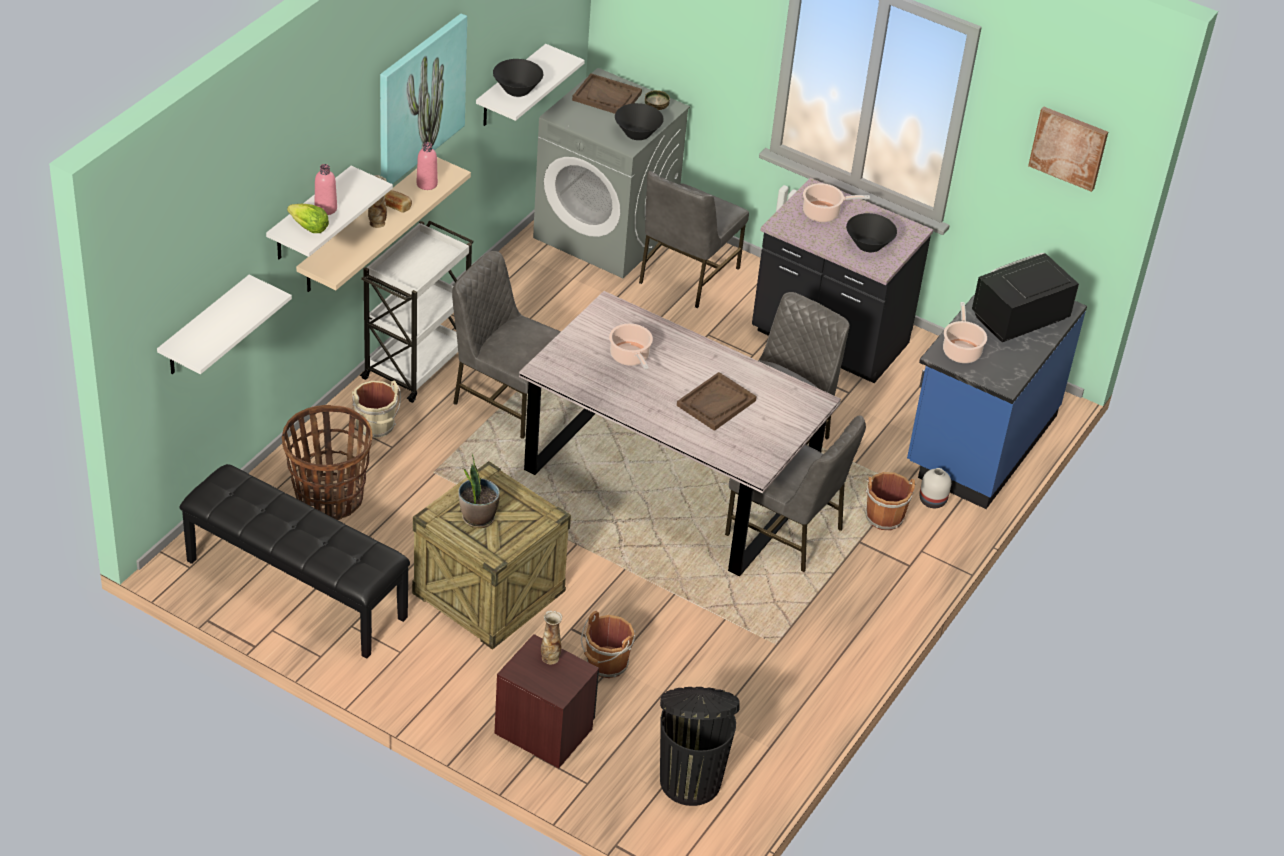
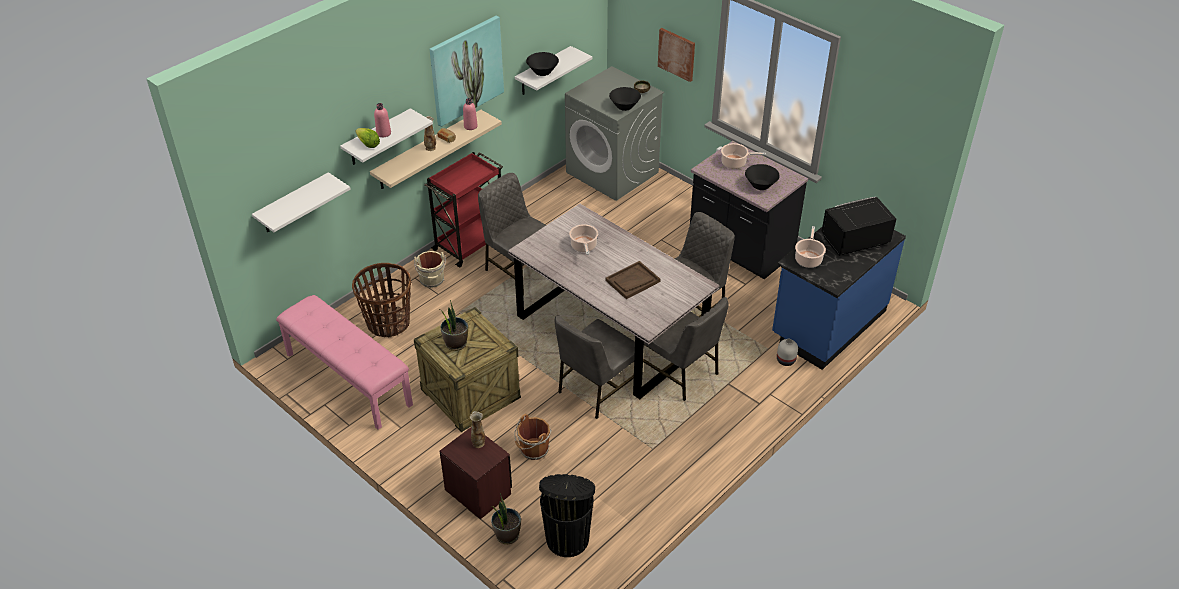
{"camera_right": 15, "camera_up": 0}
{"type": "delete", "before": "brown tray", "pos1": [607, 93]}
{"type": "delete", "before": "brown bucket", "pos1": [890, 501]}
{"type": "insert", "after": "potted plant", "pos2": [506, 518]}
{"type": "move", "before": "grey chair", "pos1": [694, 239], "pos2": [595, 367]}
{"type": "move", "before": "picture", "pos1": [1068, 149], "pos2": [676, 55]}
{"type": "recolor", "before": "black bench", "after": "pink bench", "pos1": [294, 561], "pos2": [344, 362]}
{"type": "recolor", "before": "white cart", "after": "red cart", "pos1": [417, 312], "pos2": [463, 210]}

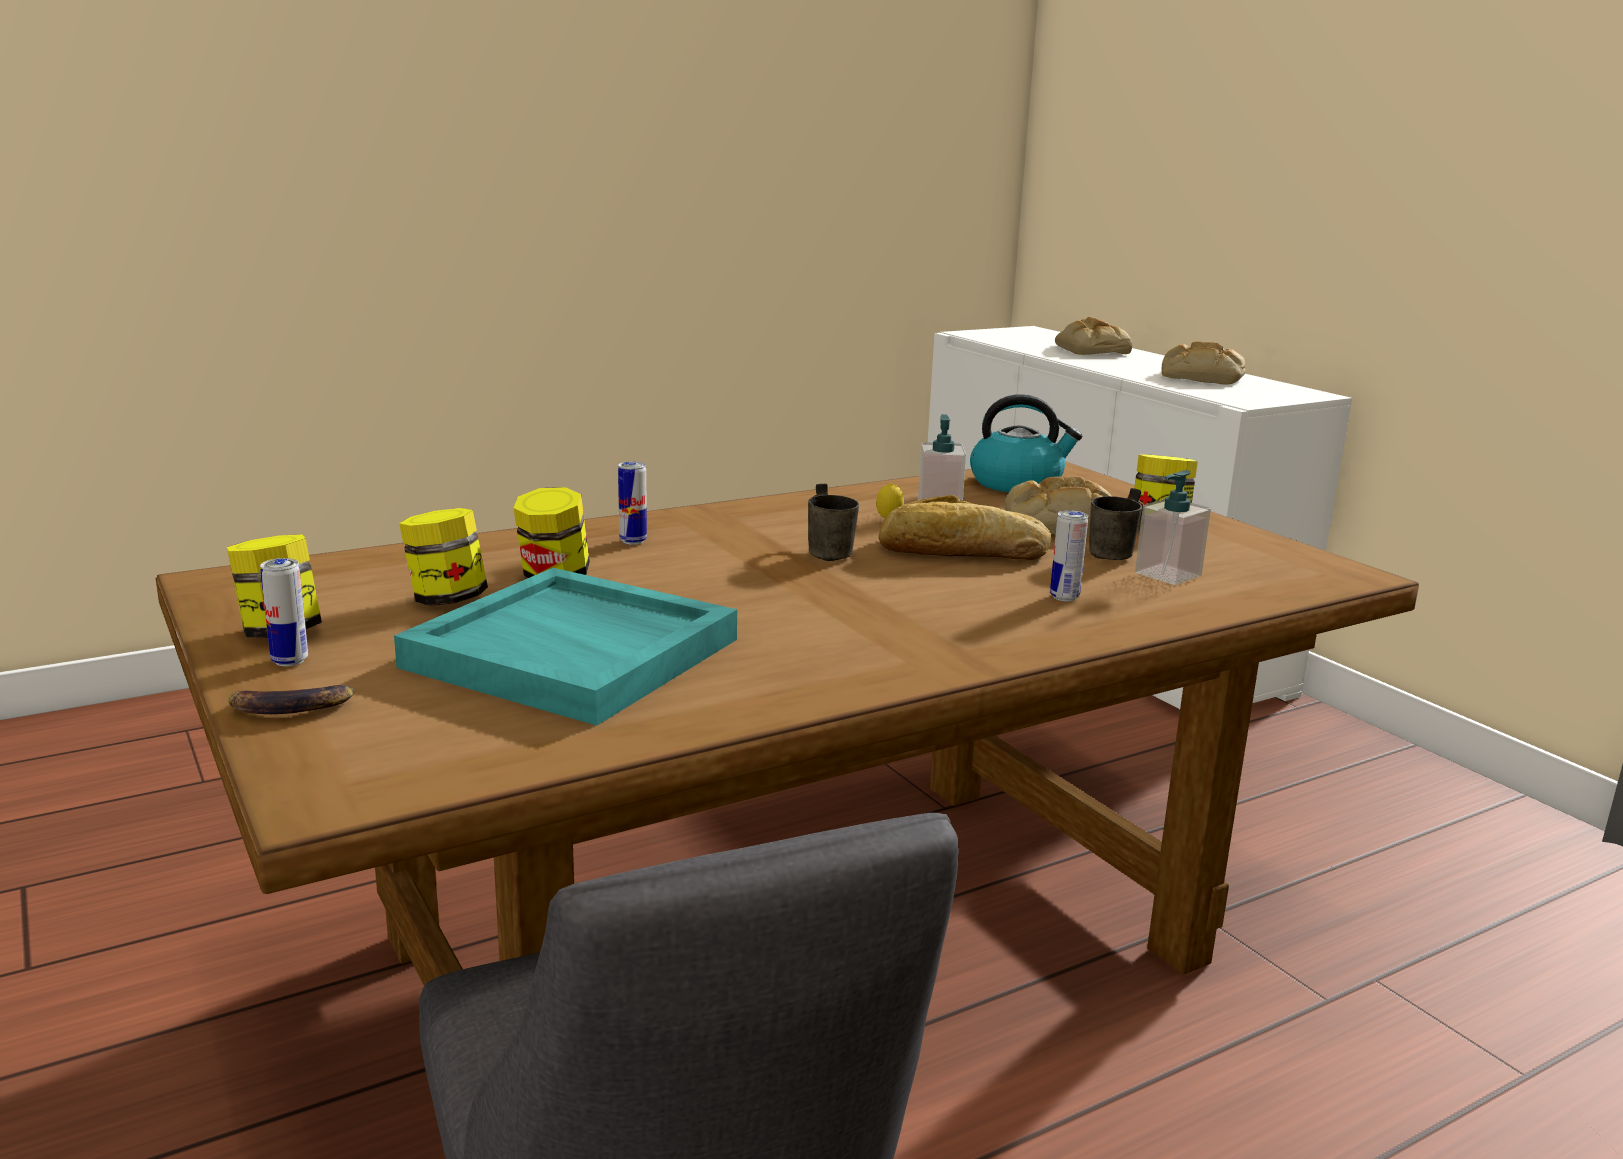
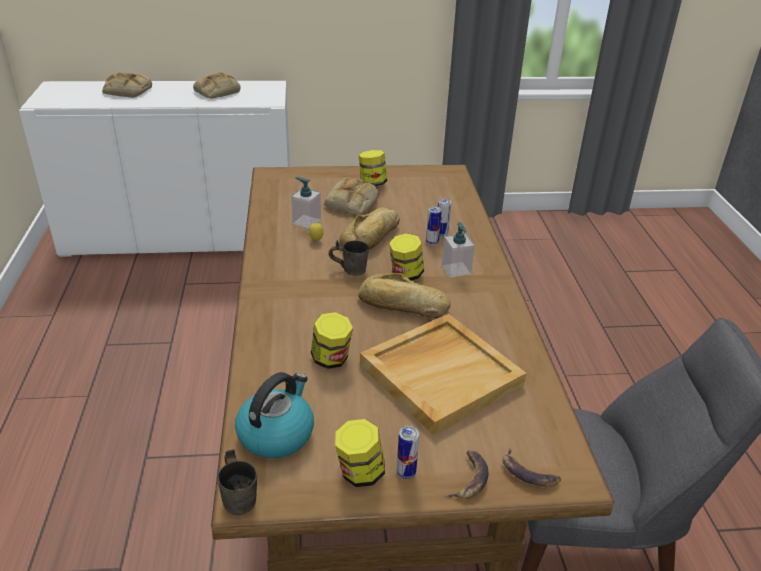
{"camera_right": -65, "camera_up": 15}
{"type": "insert", "after": "bread", "pos2": [404, 295]}
{"type": "insert", "after": "banana", "pos2": [531, 467]}
{"type": "move", "before": "jar", "pos1": [443, 556], "pos2": [406, 256]}
{"type": "move", "before": "can", "pos1": [632, 503], "pos2": [434, 225]}
{"type": "move", "before": "kettle", "pos1": [1026, 443], "pos2": [274, 415]}
{"type": "move", "before": "grey mug", "pos1": [1116, 524], "pos2": [237, 482]}
{"type": "move", "before": "soap dispenser", "pos1": [1173, 527], "pos2": [458, 249]}
{"type": "recolor", "before": "turquoise tray", "after": "beige tray", "pos1": [565, 647], "pos2": [443, 374]}

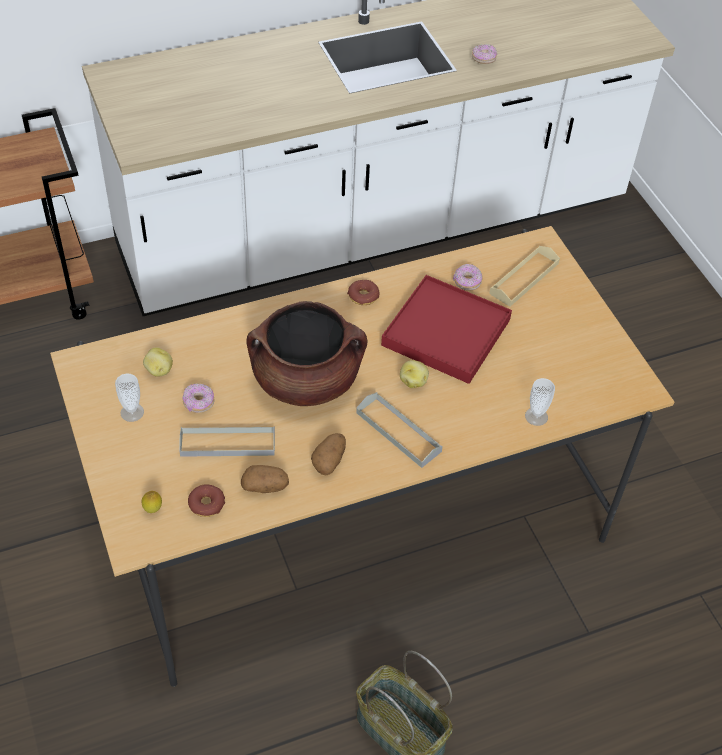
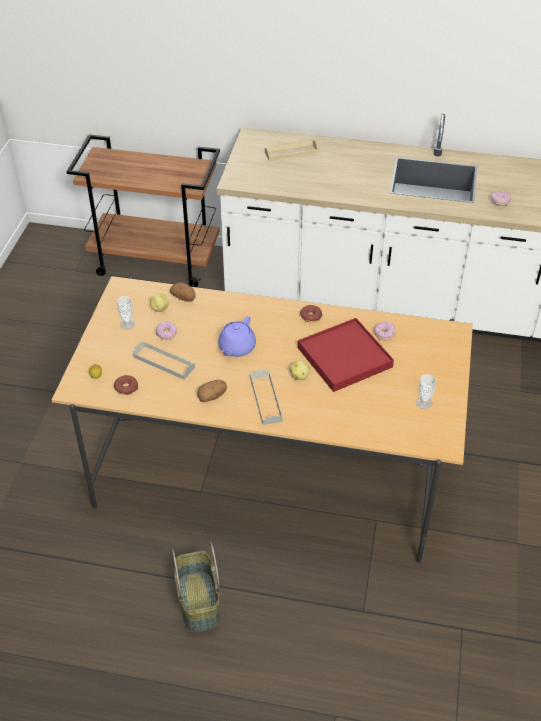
{"camera_right": 35, "camera_up": -5}
{"type": "move", "before": "potato", "pos1": [265, 479], "pos2": [183, 292]}
{"type": "move", "before": "beige tray", "pos1": [524, 276], "pos2": [291, 150]}
{"type": "move", "before": "cup", "pos1": [540, 402], "pos2": [426, 391]}
{"type": "replace", "before": "brown cooking pot", "after": "purple teapot", "pos1": [306, 353], "pos2": [237, 336]}

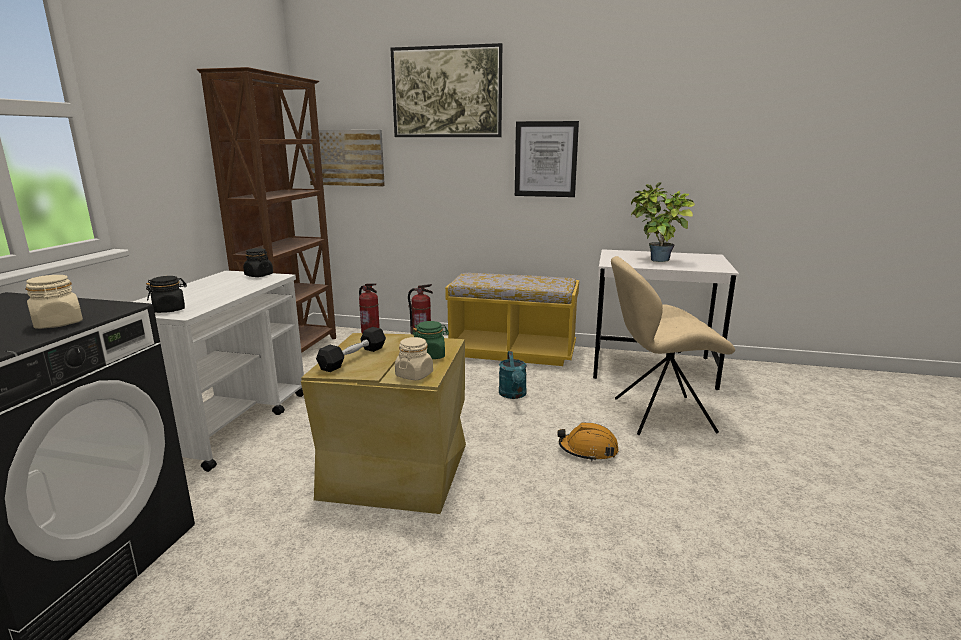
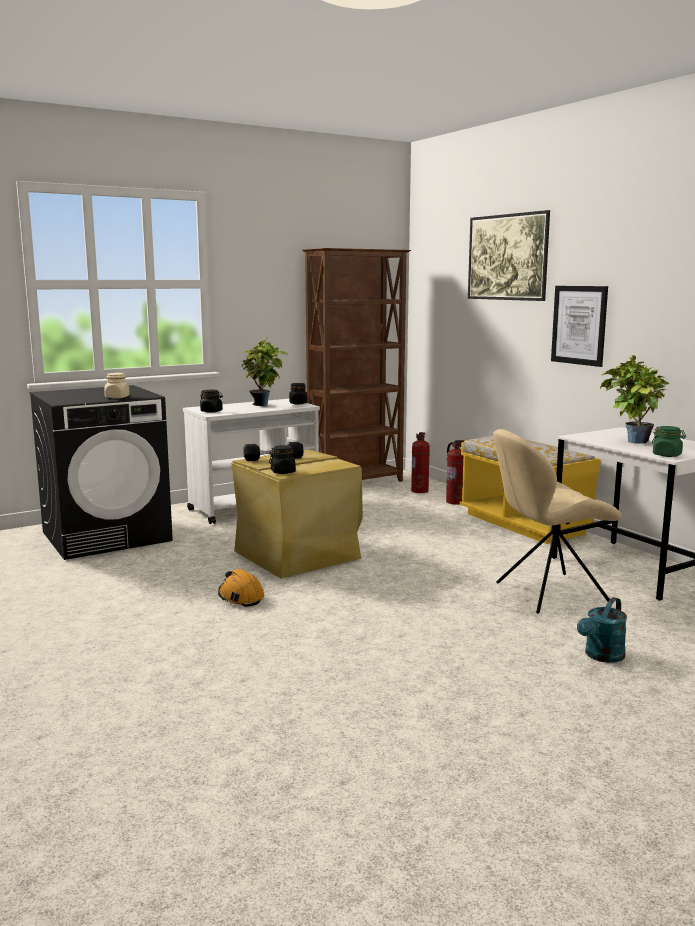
{"camera_right": 45, "camera_up": -5}
{"type": "delete", "before": "picture", "pos1": [345, 158]}
{"type": "insert", "after": "potted plant", "pos2": [264, 372]}
{"type": "move", "before": "green jar", "pos1": [430, 340], "pos2": [669, 441]}
{"type": "move", "before": "turquoise watering can", "pos1": [513, 375], "pos2": [602, 630]}
{"type": "move", "before": "orange hard hat", "pos1": [587, 441], "pos2": [241, 588]}
{"type": "recolor", "before": "beige jar", "after": "black jar", "pos1": [414, 358], "pos2": [283, 459]}
{"type": "rotate", "before": "beige chair", "pos1": [673, 345], "pos2": [557, 521], "turn": -60}

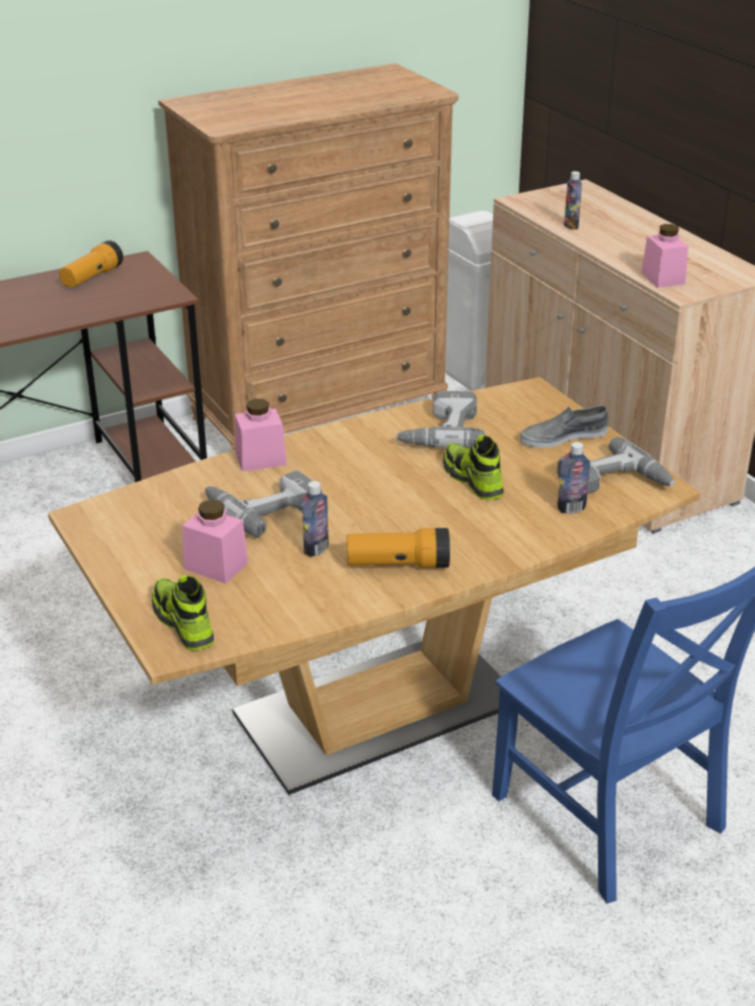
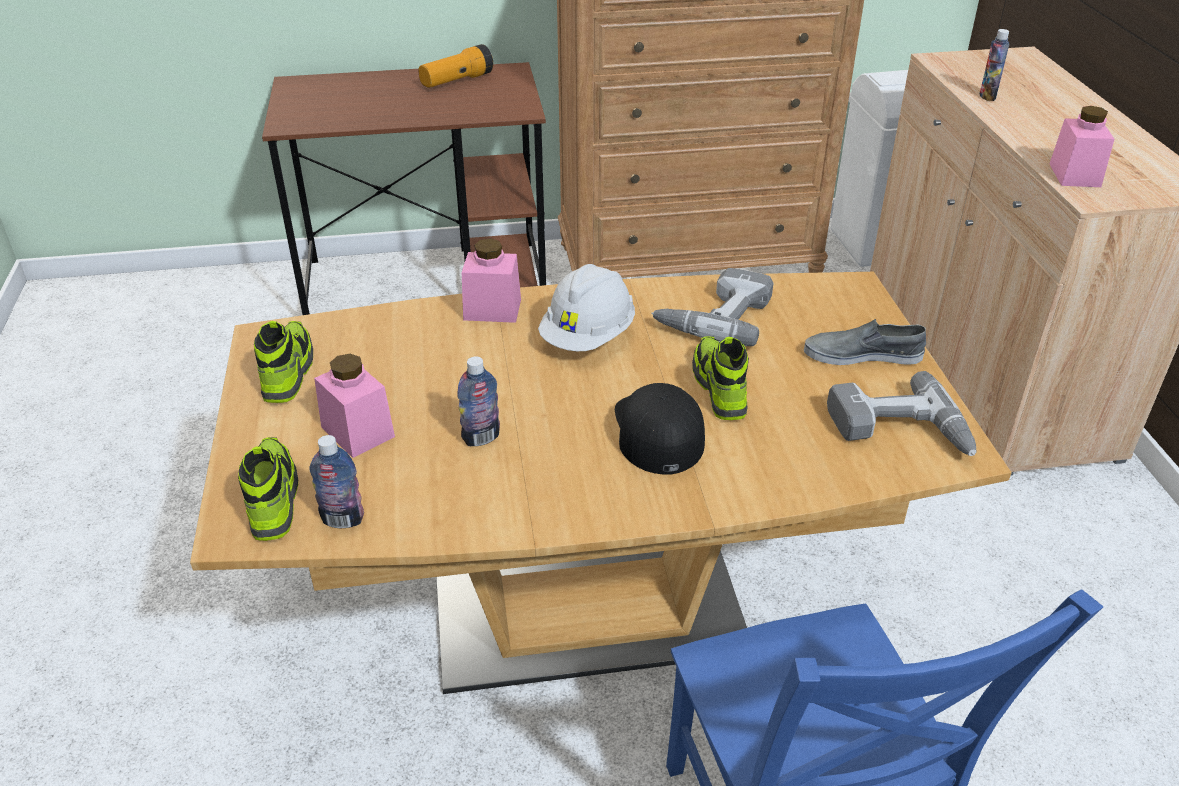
{"camera_right": 20, "camera_up": 5}
{"type": "delete", "before": "power drill", "pos1": [259, 504]}
{"type": "delete", "before": "flashlight", "pos1": [398, 548]}
{"type": "insert", "after": "shoe", "pos2": [283, 362]}
{"type": "insert", "after": "white hard hat", "pos2": [586, 307]}
{"type": "insert", "after": "black cap", "pos2": [660, 429]}
{"type": "move", "before": "bottle", "pos1": [573, 478], "pos2": [336, 481]}

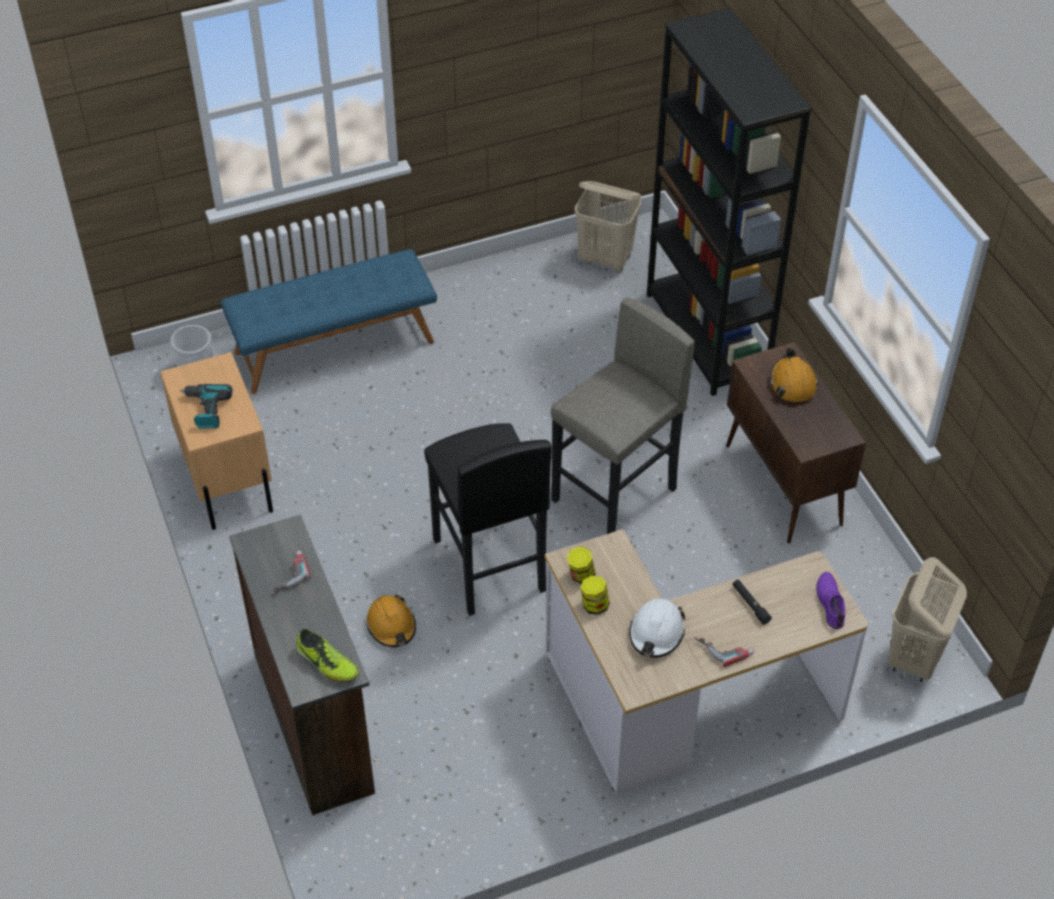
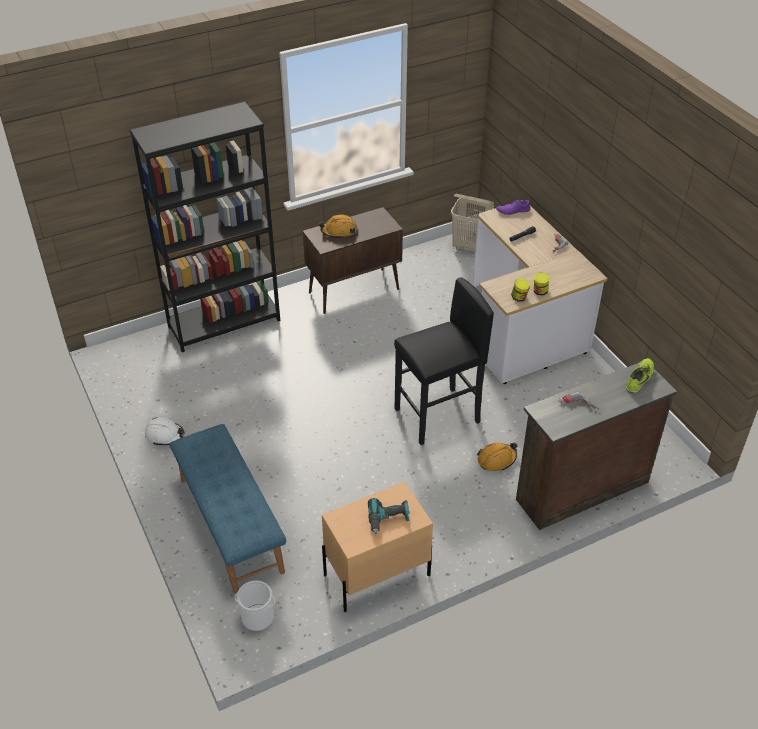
{"camera_right": -95, "camera_up": -5}
{"type": "delete", "before": "grey stool", "pos1": [623, 416]}
{"type": "delete", "before": "beige laundry basket", "pos1": [607, 226]}
{"type": "move", "before": "white hard hat", "pos1": [657, 628], "pos2": [164, 431]}

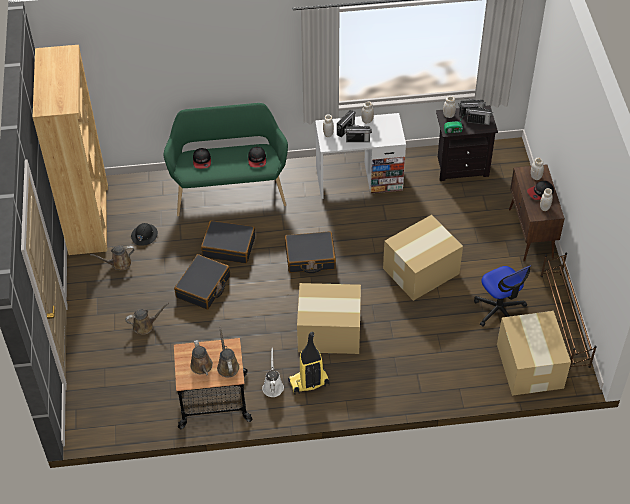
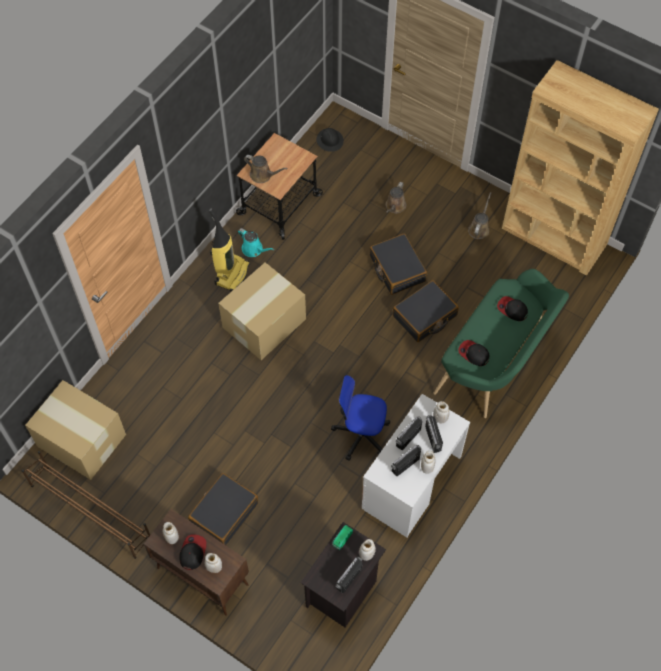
{"camera_right": 130, "camera_up": 10}
{"type": "delete", "before": "brown watering can", "pos1": [201, 357]}
{"type": "delete", "before": "cardboard box", "pos1": [423, 258]}
{"type": "move", "before": "black hard hat", "pos1": [144, 234], "pos2": [330, 140]}
{"type": "move", "before": "black suitcase", "pos1": [310, 252], "pos2": [223, 509]}
{"type": "move", "before": "radio", "pos1": [479, 114], "pos2": [406, 460]}
{"type": "move", "before": "office chair", "pos1": [502, 296], "pos2": [360, 418]}
{"type": "recolor", "before": "white watering can", "after": "turquoise watering can", "pos1": [273, 372], "pos2": [256, 242]}

